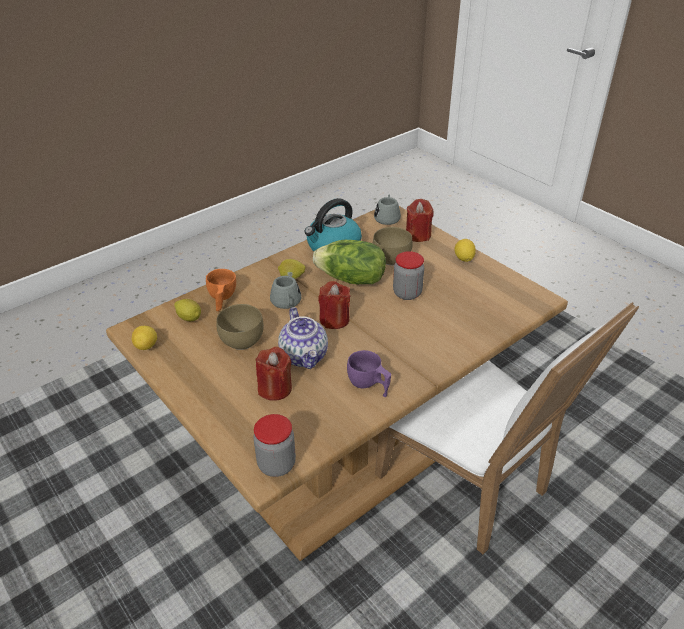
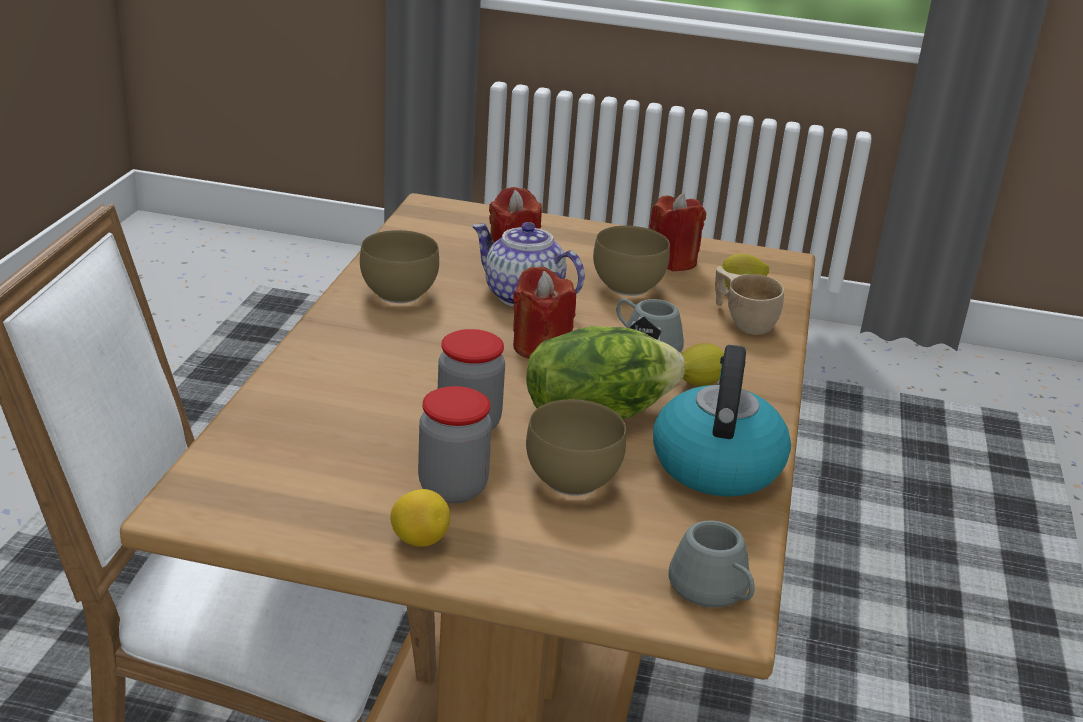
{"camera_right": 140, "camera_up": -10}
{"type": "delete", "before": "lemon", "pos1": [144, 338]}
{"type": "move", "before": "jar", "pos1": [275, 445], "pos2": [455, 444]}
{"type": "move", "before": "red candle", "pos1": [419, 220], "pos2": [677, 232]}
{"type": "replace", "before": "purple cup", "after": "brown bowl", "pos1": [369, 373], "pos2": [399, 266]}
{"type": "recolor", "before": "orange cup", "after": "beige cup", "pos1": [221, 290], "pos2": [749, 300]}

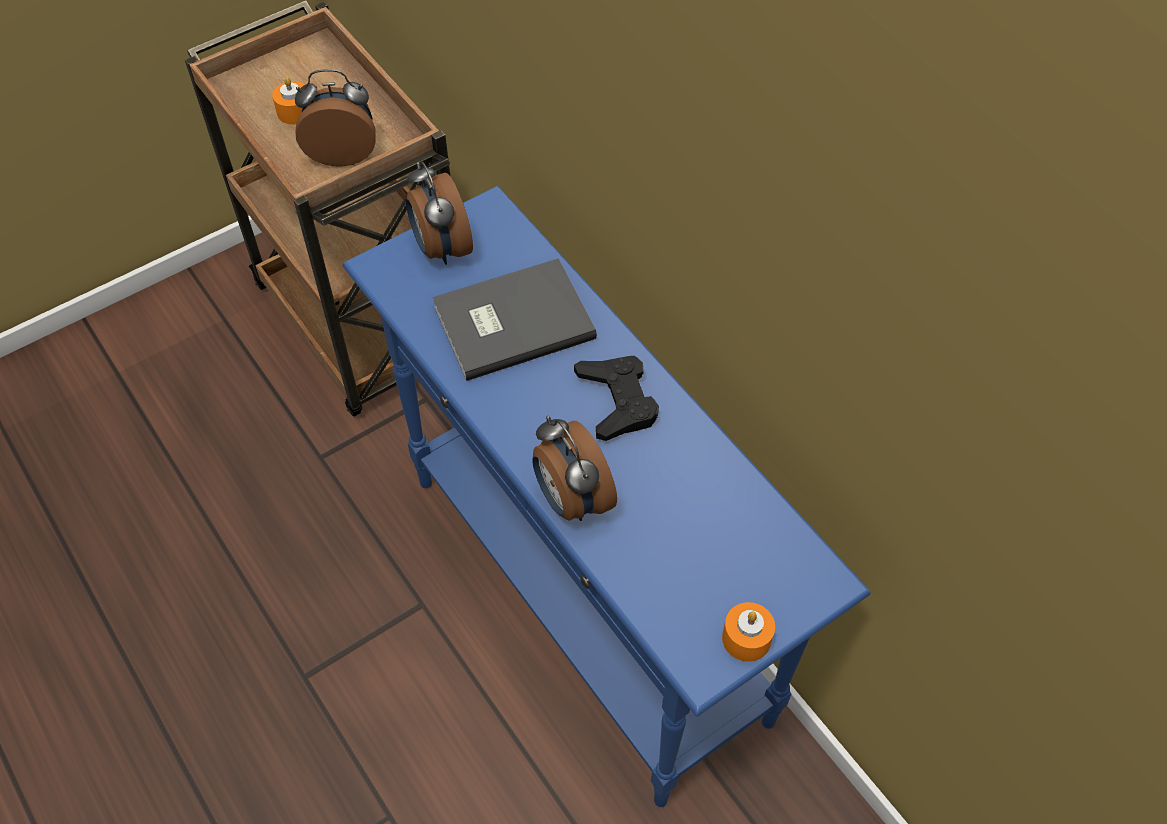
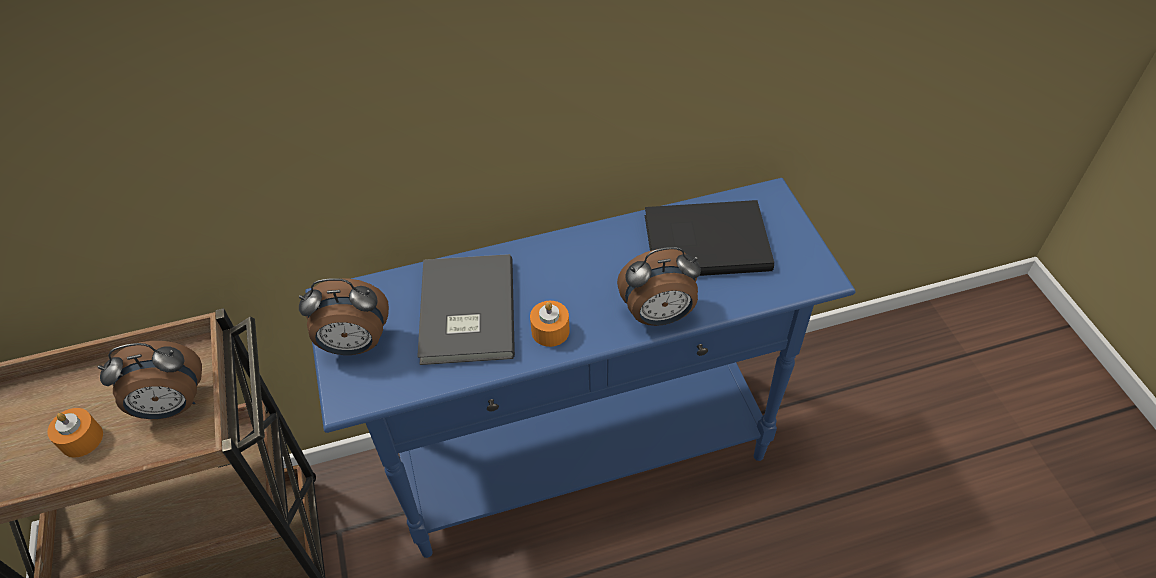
{"camera_right": -70, "camera_up": -5}
{"type": "delete", "before": "black game controller", "pos1": [616, 398]}
{"type": "insert", "after": "black book", "pos2": [709, 238]}
{"type": "move", "before": "orange candle", "pos1": [748, 632], "pos2": [550, 324]}
{"type": "rotate", "before": "alarm clock", "pos1": [335, 118], "pos2": [150, 380], "turn": -120}

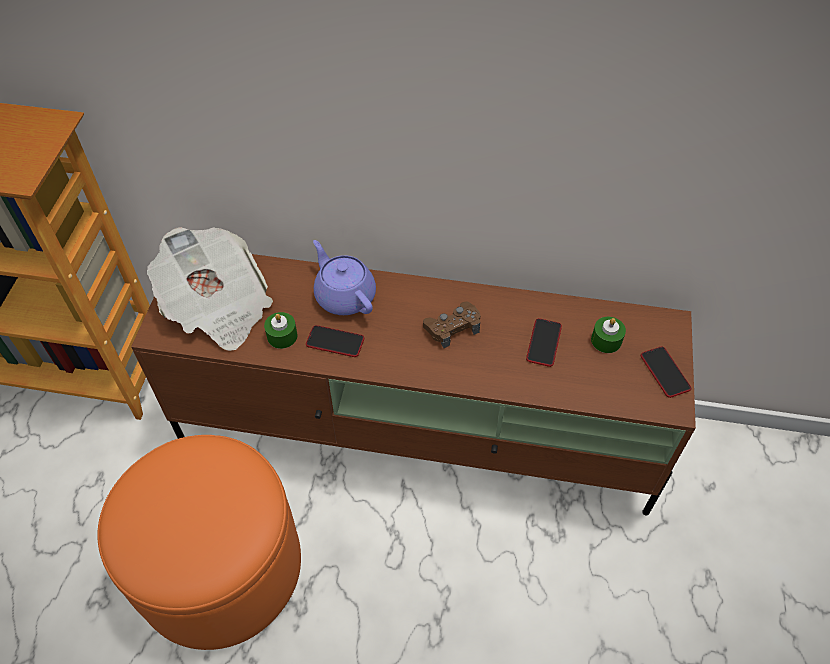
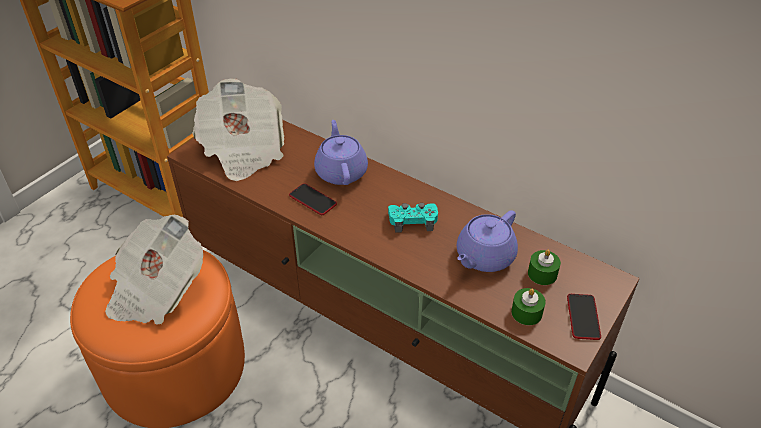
{"camera_right": 25, "camera_up": -10}
{"type": "insert", "after": "newspaper", "pos2": [154, 270]}
{"type": "move", "before": "green candle", "pos1": [280, 330], "pos2": [528, 306]}
{"type": "replace", "before": "phone", "after": "purple teapot", "pos1": [544, 342], "pos2": [487, 241]}
{"type": "recolor", "before": "brown game controller", "after": "turquoise game controller", "pos1": [451, 325], "pos2": [413, 218]}

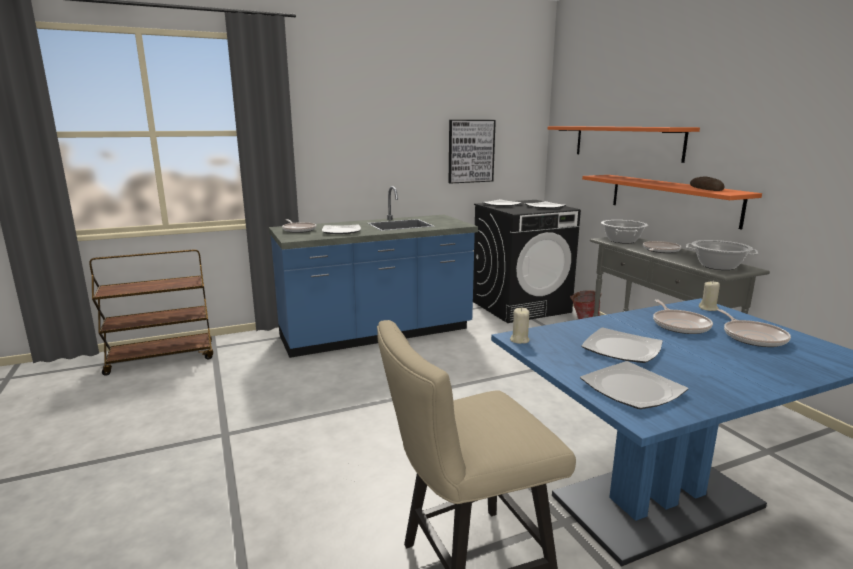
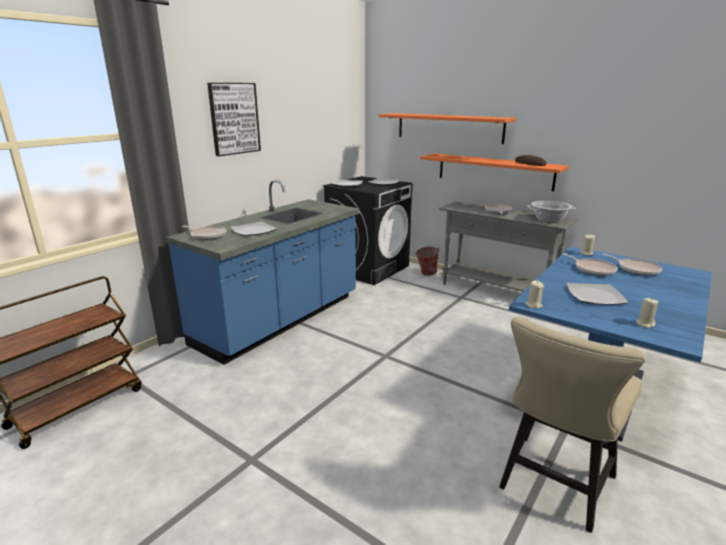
{"camera_right": -30, "camera_up": 5}
{"type": "delete", "before": "cooking pot", "pos1": [624, 231]}
{"type": "move", "before": "picture", "pos1": [472, 152], "pos2": [234, 119]}
{"type": "replace", "before": "plate", "after": "beige candle", "pos1": [634, 385], "pos2": [647, 313]}

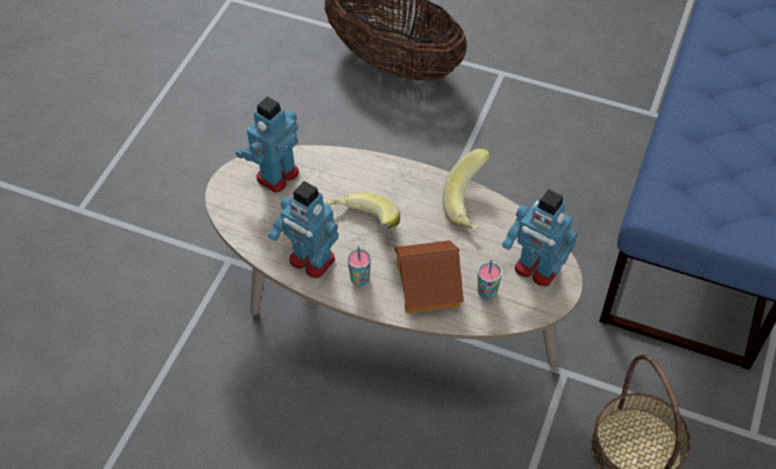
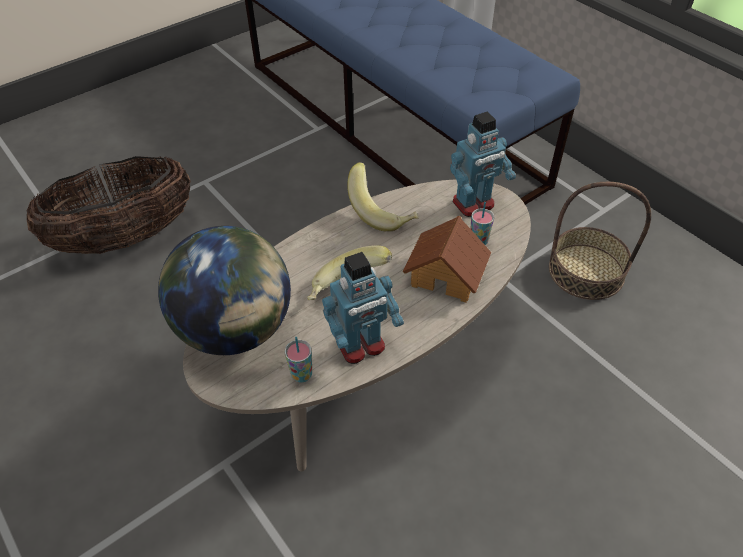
{"camera_right": -60, "camera_up": -5}
{"type": "move", "before": "cup", "pos1": [359, 266], "pos2": [298, 359]}
{"type": "replace", "before": "toy robot", "after": "globe", "pos1": [267, 144], "pos2": [224, 290]}

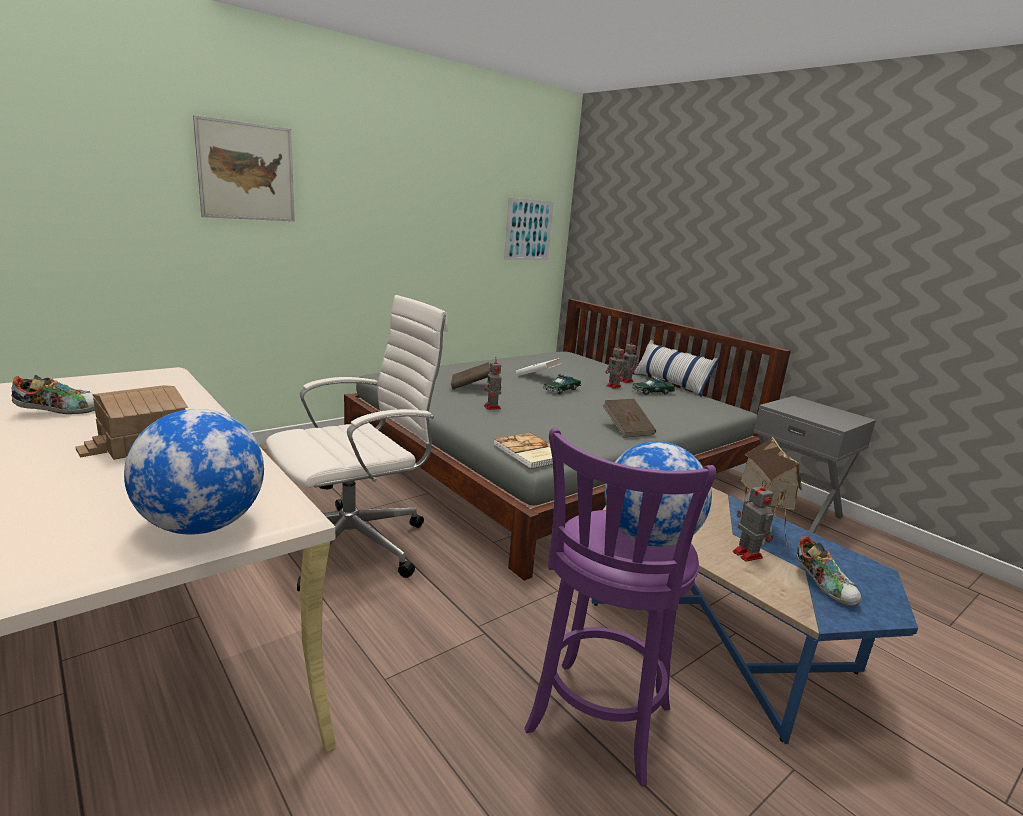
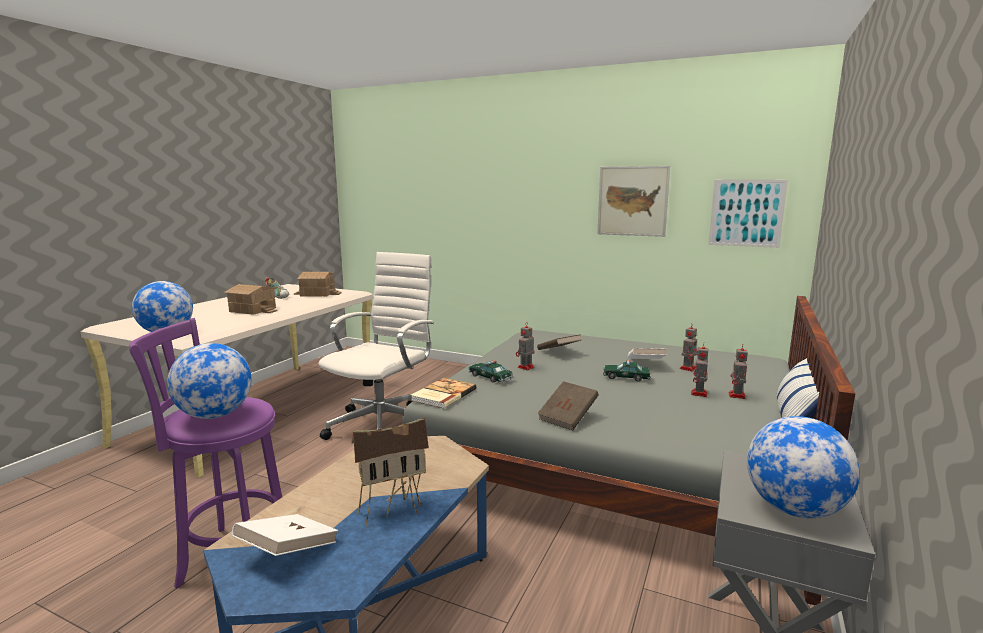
{"camera_right": 65, "camera_up": -5}
{"type": "insert", "after": "toy house", "pos2": [318, 284]}
{"type": "insert", "after": "globe", "pos2": [803, 467]}
{"type": "move", "before": "picture", "pos1": [244, 168], "pos2": [633, 201]}
{"type": "move", "before": "toy car", "pos1": [653, 386], "pos2": [490, 371]}
{"type": "move", "before": "toy robot", "pos1": [753, 521], "pos2": [689, 348]}
{"type": "replace", "before": "shoe", "after": "white book", "pos1": [829, 571], "pos2": [285, 535]}
{"type": "rotate", "before": "white office chair", "pos1": [357, 443], "pos2": [376, 346], "turn": -90}

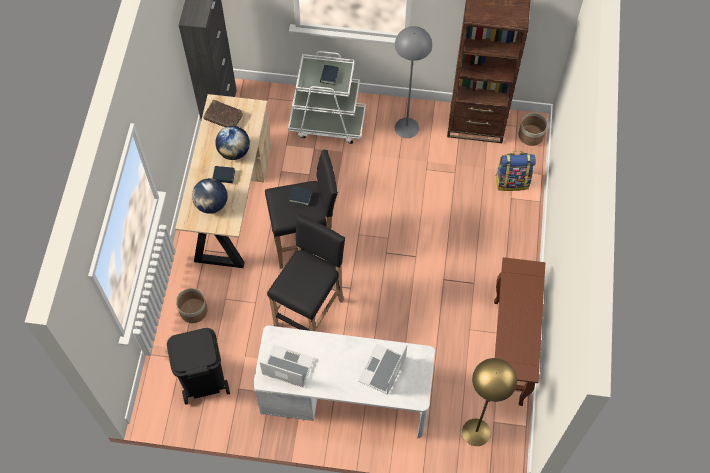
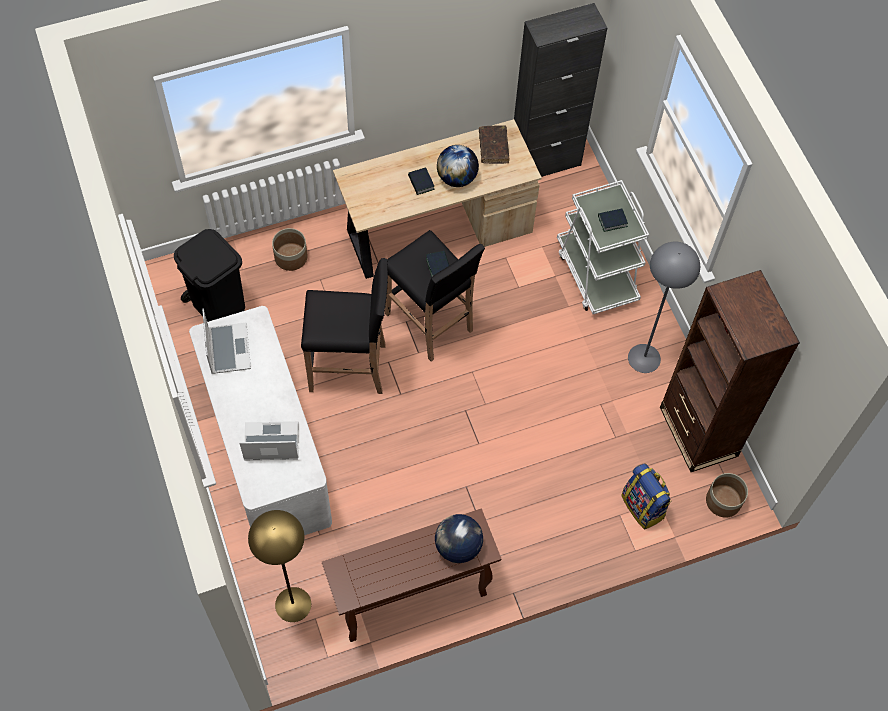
{"camera_right": 60, "camera_up": 0}
{"type": "move", "before": "globe", "pos1": [210, 196], "pos2": [459, 538]}

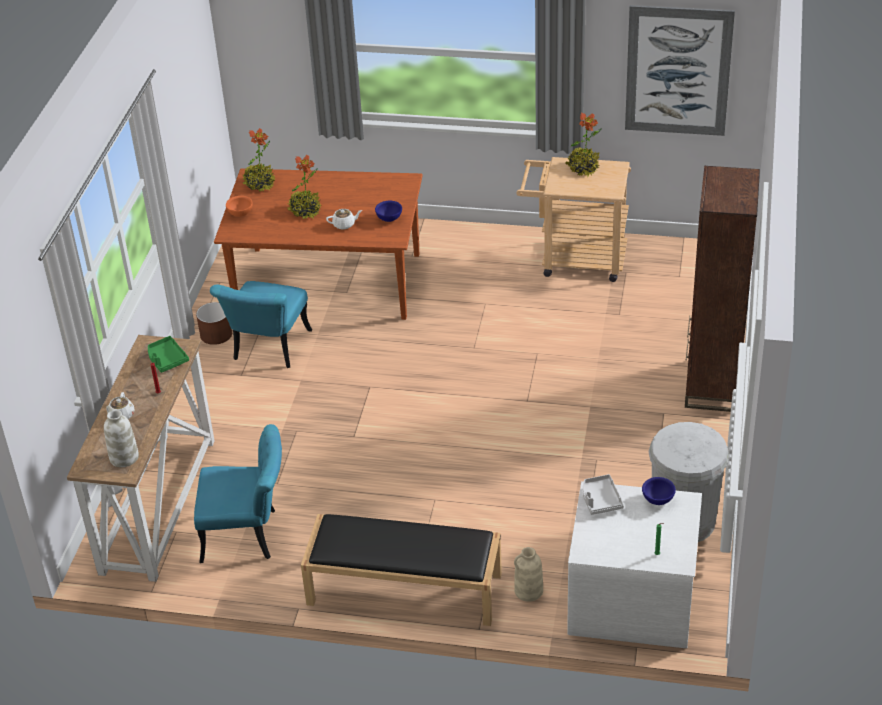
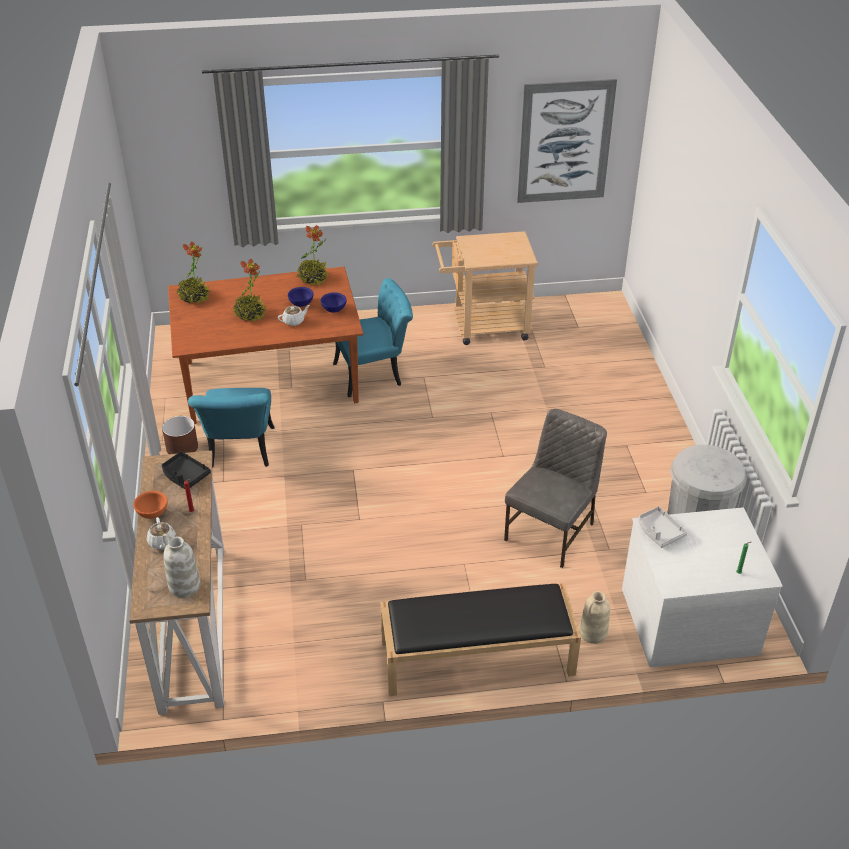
{"camera_right": -20, "camera_up": 0}
{"type": "delete", "before": "brown bookcase", "pos1": [722, 289]}
{"type": "insert", "after": "grey chair", "pos2": [555, 488]}
{"type": "move", "before": "turquoise chair", "pos1": [238, 493], "pos2": [373, 337]}
{"type": "move", "before": "orange bowl", "pos1": [239, 206], "pos2": [150, 505]}
{"type": "move", "before": "potted plant", "pos1": [583, 144], "pos2": [313, 255]}
{"type": "move", "before": "blue bowl", "pos1": [659, 491], "pos2": [301, 297]}
{"type": "recolor", "before": "green tray", "after": "black tray", "pos1": [168, 354], "pos2": [186, 470]}

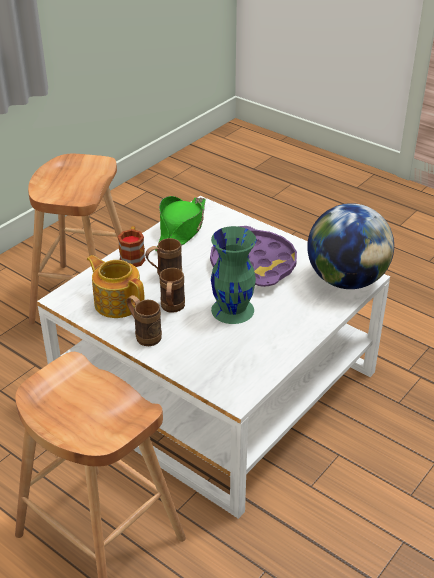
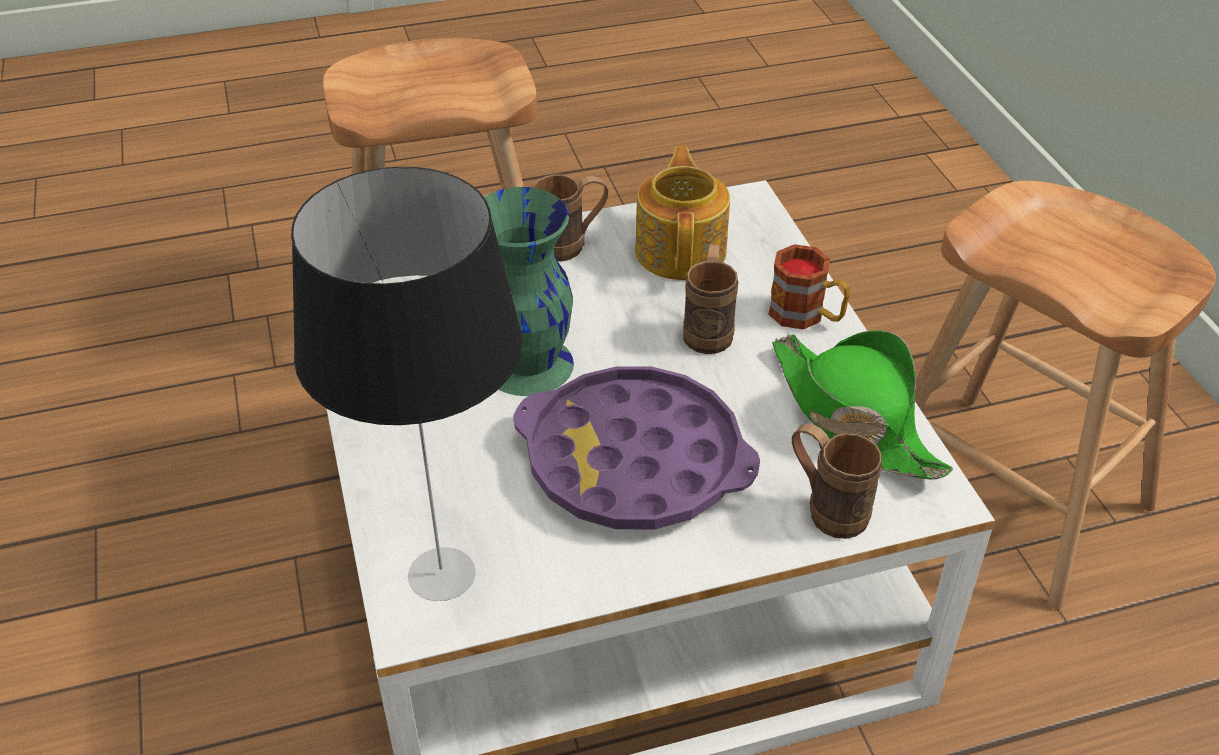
{"camera_right": 125, "camera_up": 5}
{"type": "move", "before": "brown mug", "pos1": [172, 290], "pos2": [837, 481]}
{"type": "replace", "before": "globe", "after": "table lamp", "pos1": [350, 246], "pos2": [407, 384]}
{"type": "rotate", "before": "teapot", "pos1": [116, 286], "pos2": [682, 213], "turn": -75}

